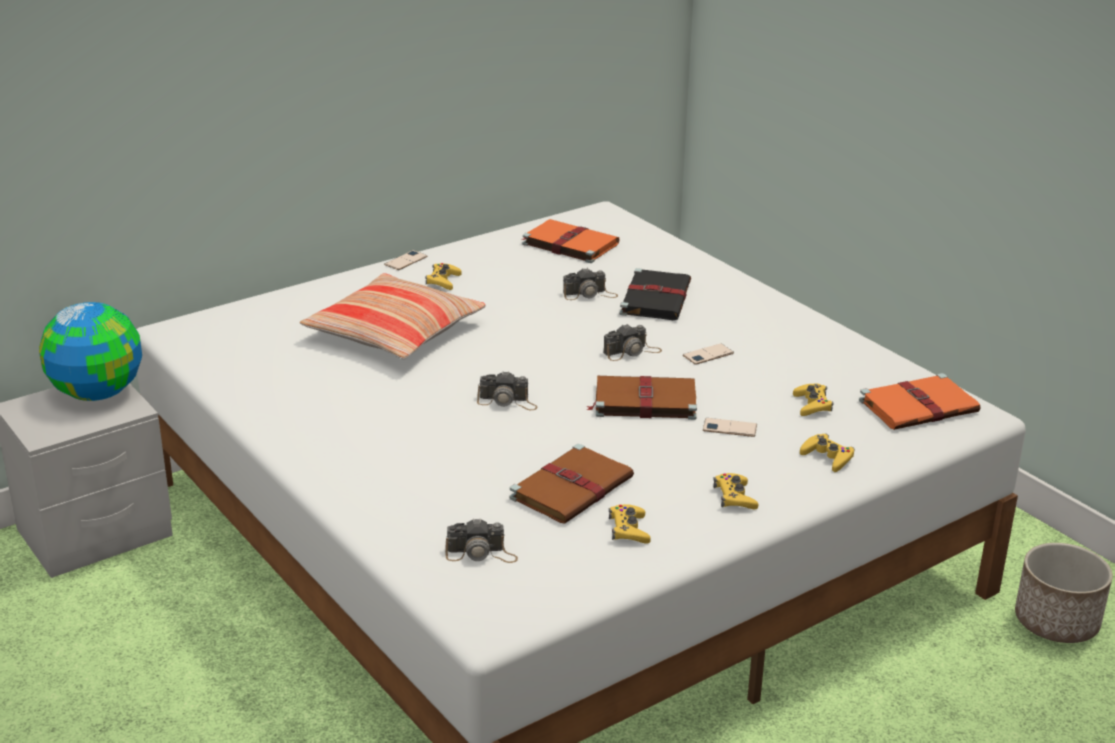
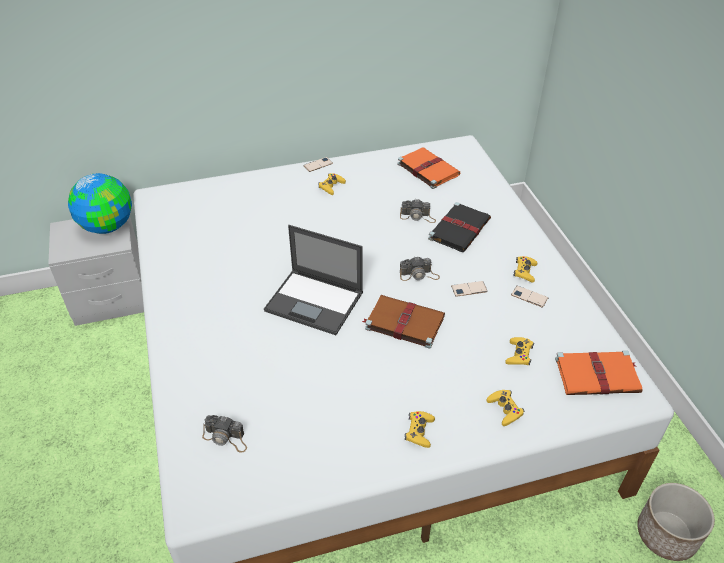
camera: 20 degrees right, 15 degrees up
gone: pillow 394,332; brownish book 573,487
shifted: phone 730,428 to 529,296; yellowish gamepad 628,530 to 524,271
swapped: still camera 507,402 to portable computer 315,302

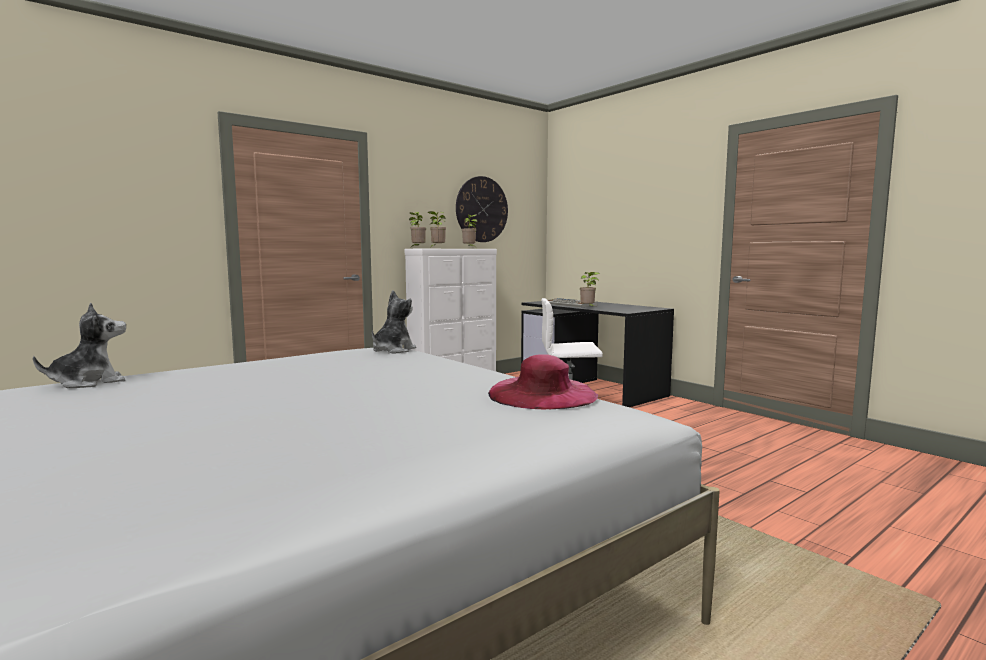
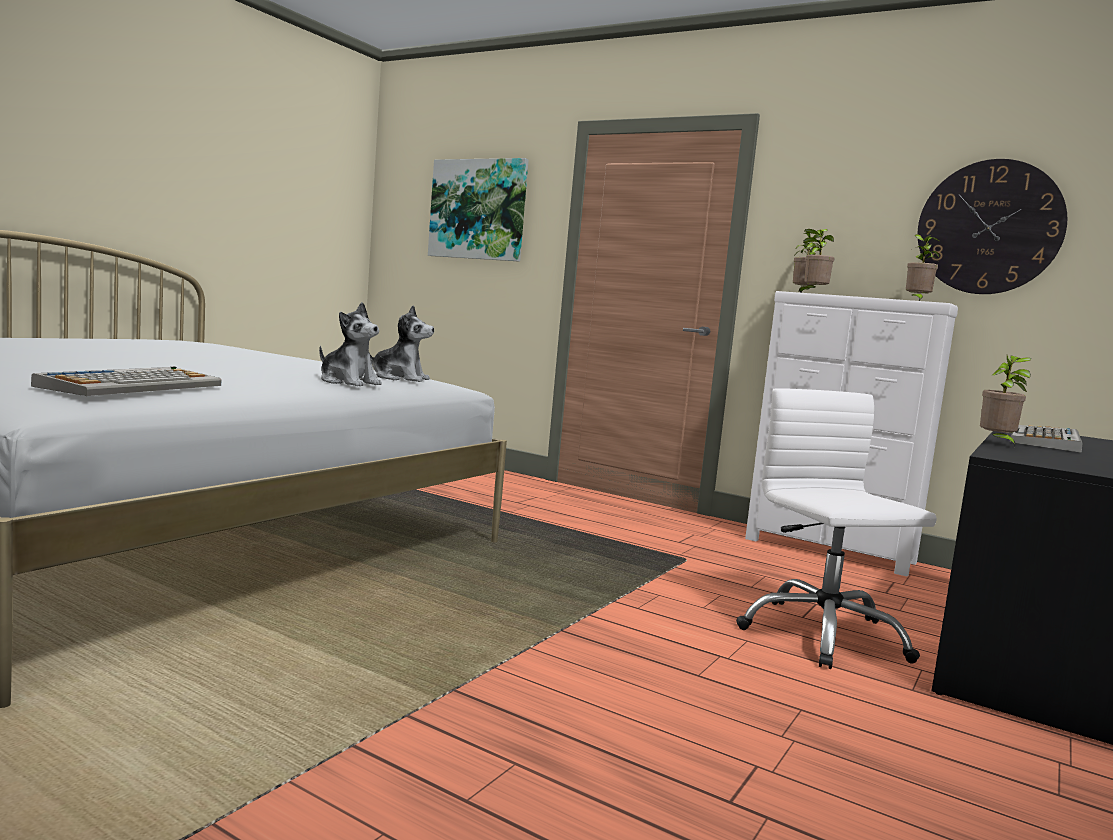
camera: 70 degrees right, 0 degrees up
new: wall picture 478,209
shifted: cuddly toy 89,383 to 348,382
swapped: pinkish hat 542,394 to PC keyboard 133,385

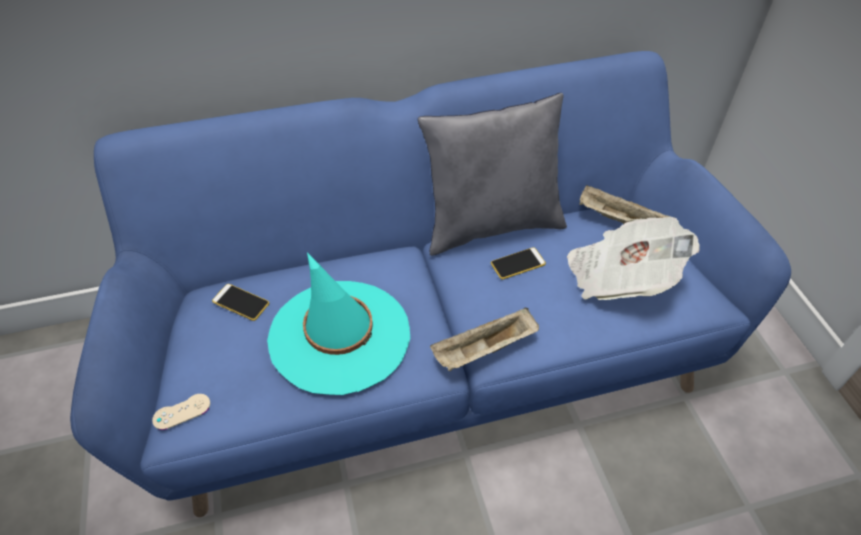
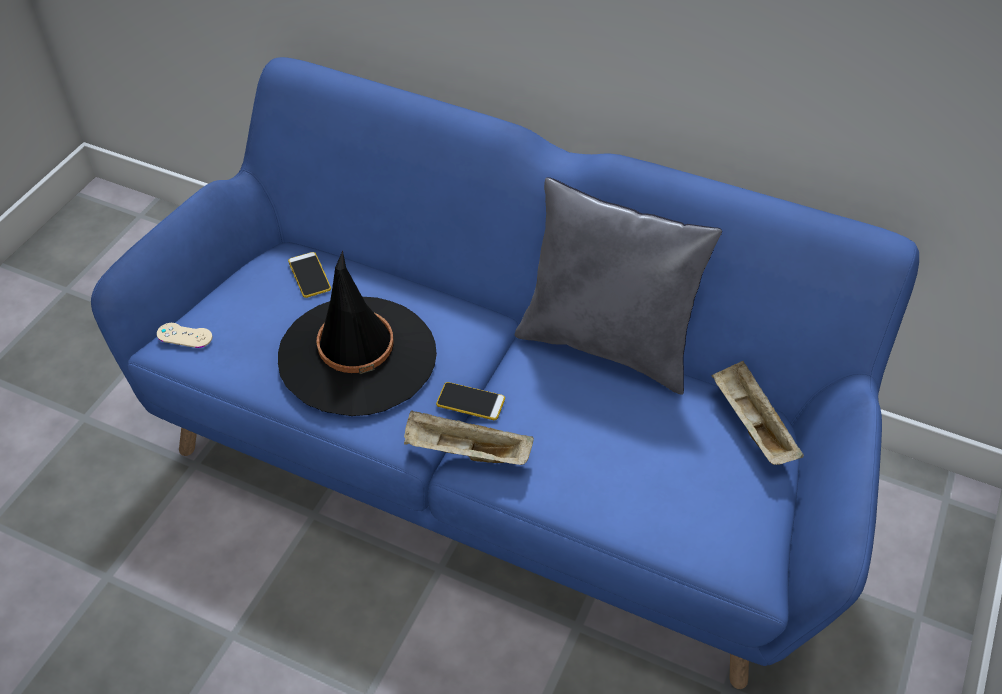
camera: 40 degrees right, 0 degrees up
gone: newspaper 620,277
shifted: phone 518,264 to 470,401
repainted: blue-green hat 340,335 to black hat 357,355

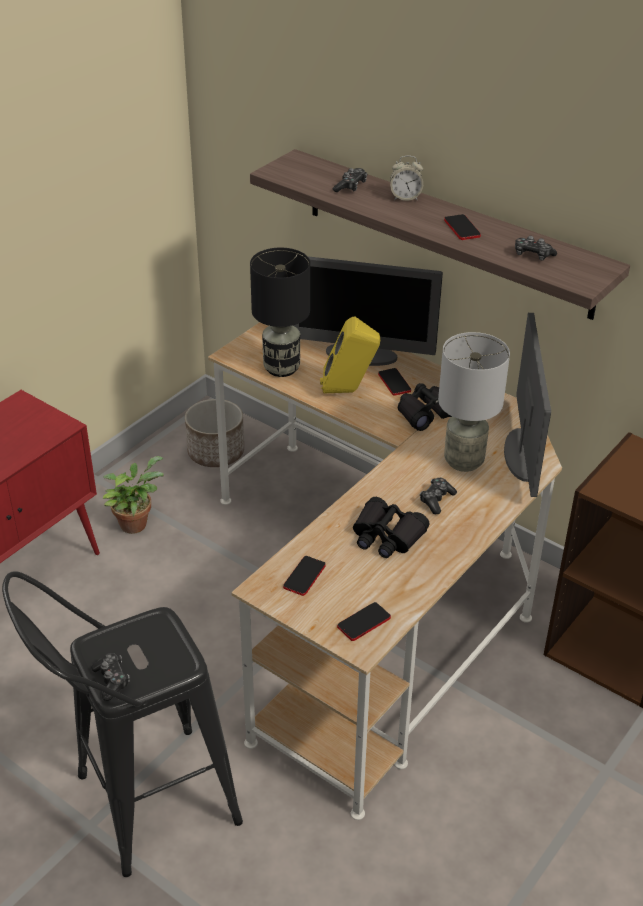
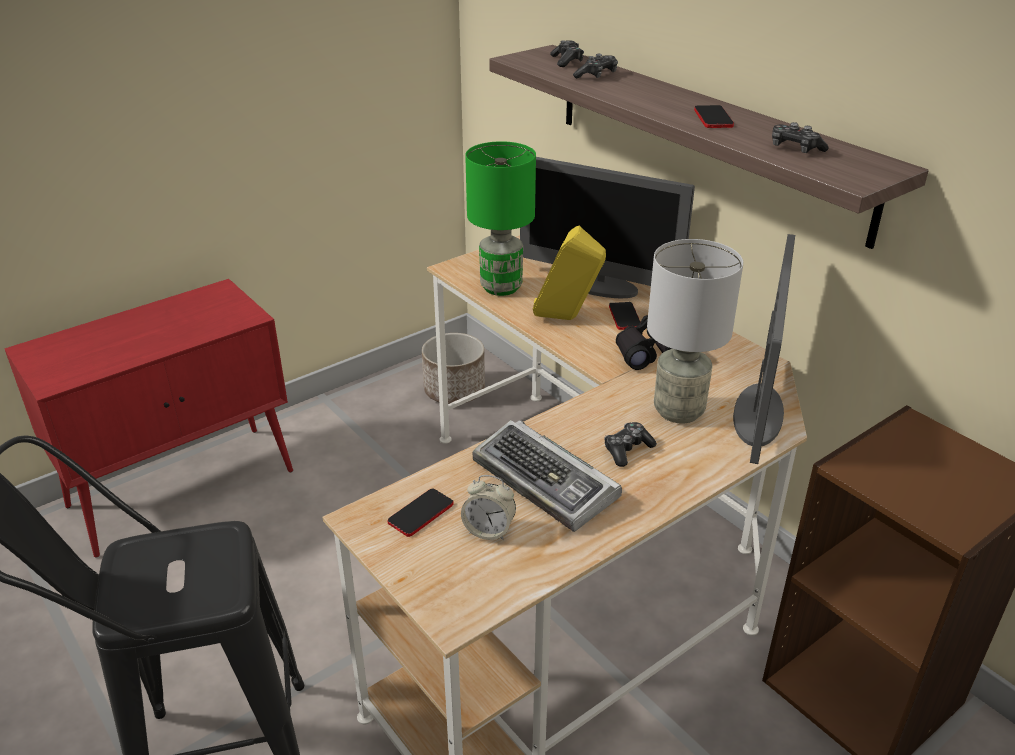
camera: 15 degrees right, 5 degrees down
gone: houseplant 135,522; phone 364,622
shifted: alarm clock 405,198 to 489,530; gamepad 112,680 to 567,61
swapped: black binoculars 386,536 to PC keyboard 546,482
repainted: black table lamp 282,368 to green table lamp 502,287

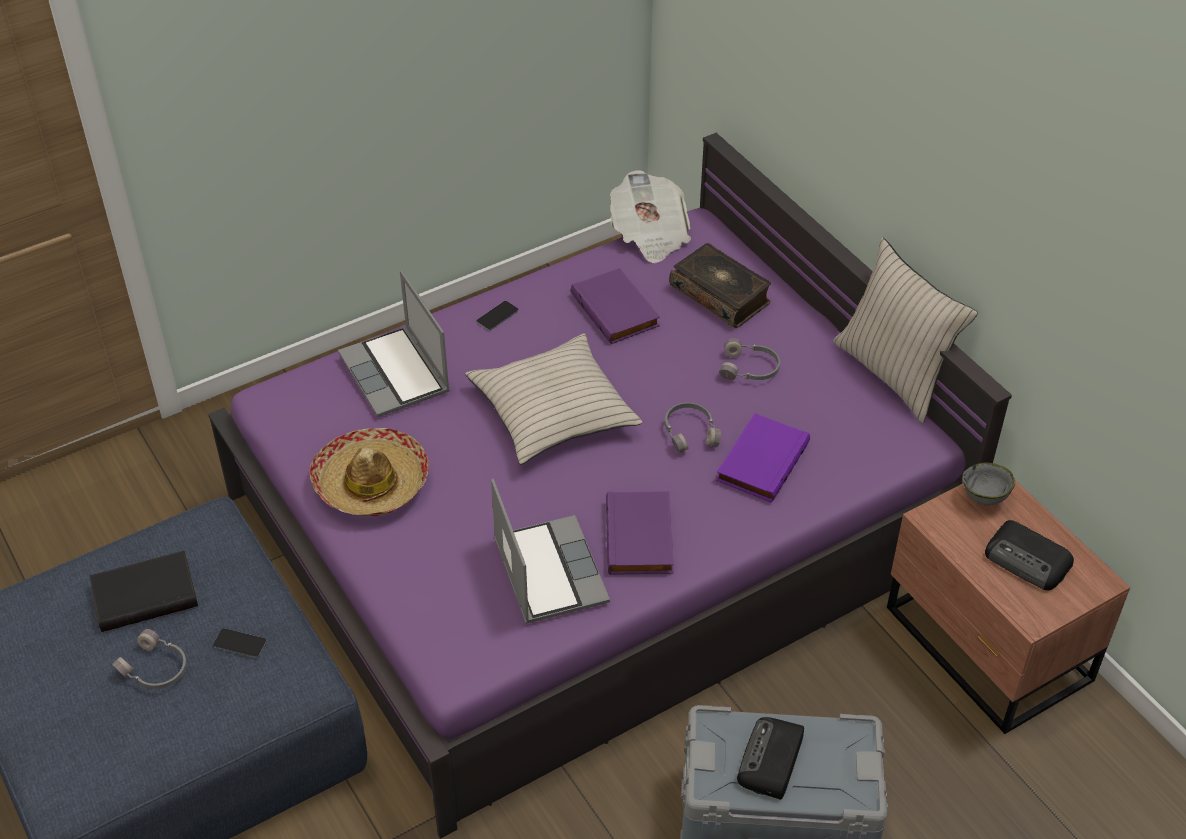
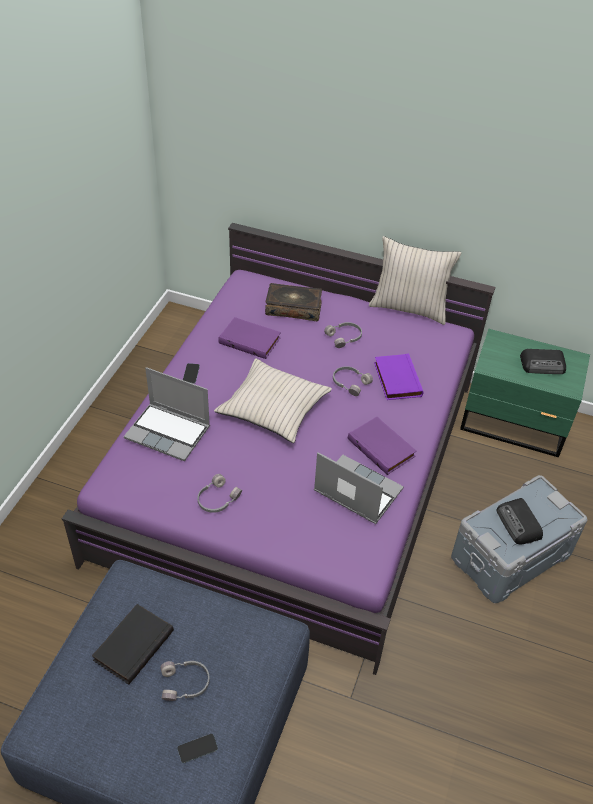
camera: 40 degrees left, 0 degrees up
gone: newspaper 650,235; greyish deep dish 984,499
shifted: phone 240,643 to 197,748
swapped: hat 371,483 to greyish headset 217,499
repainted: brownish nightstand 987,648 to green nightstand 515,423

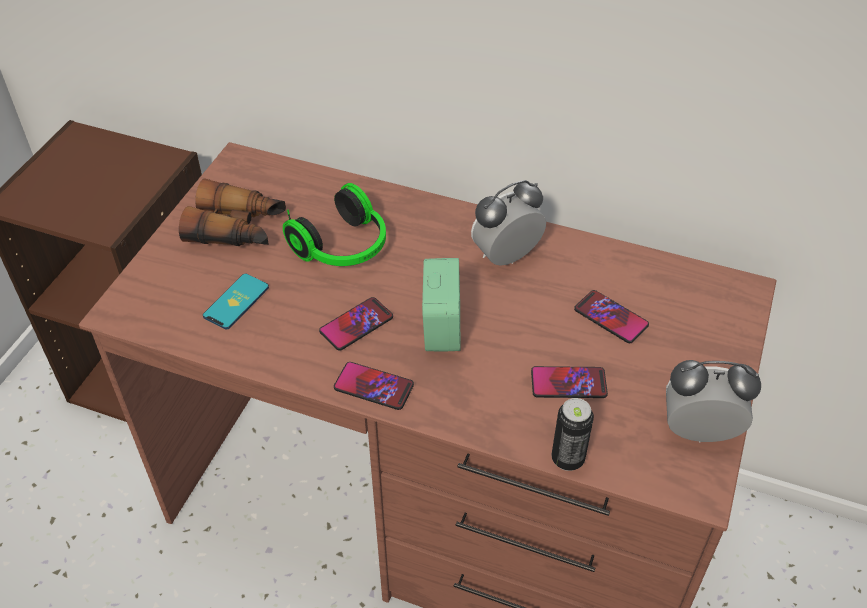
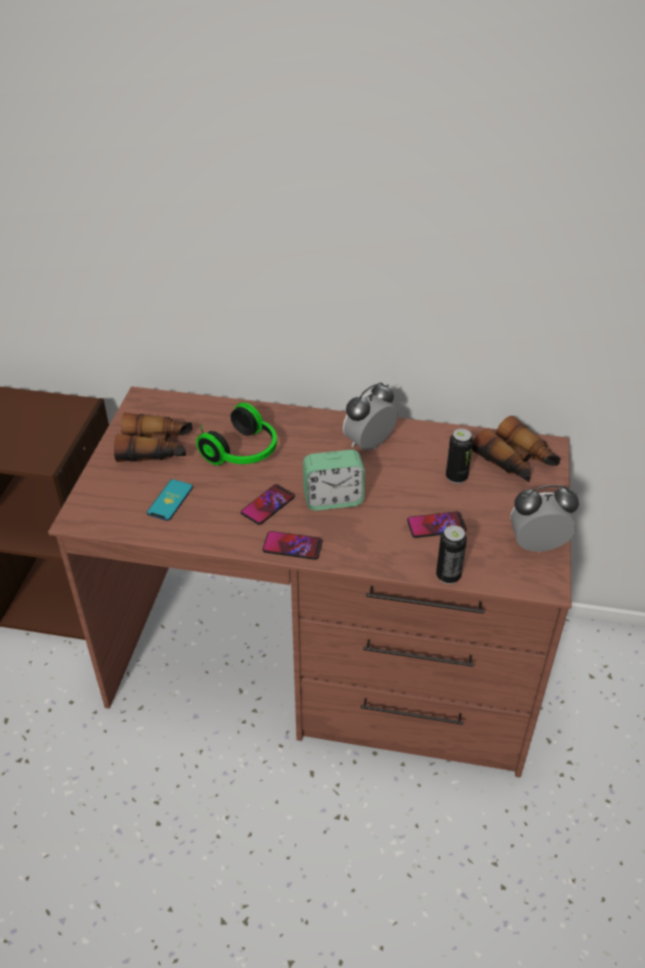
camera: 10 degrees left, 5 degrees down
new: binoculars 516,462
swapped: phone 611,317 to sealed can 456,477
rotated: alarm clock 441,328 = 333,499 90 degrees clockwise

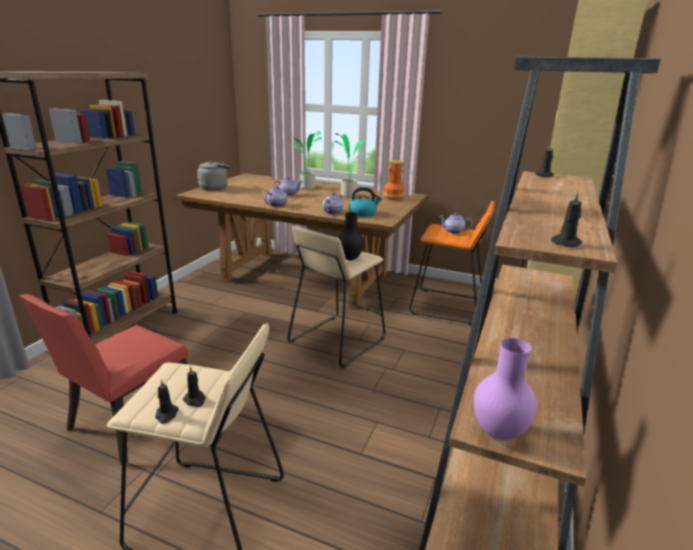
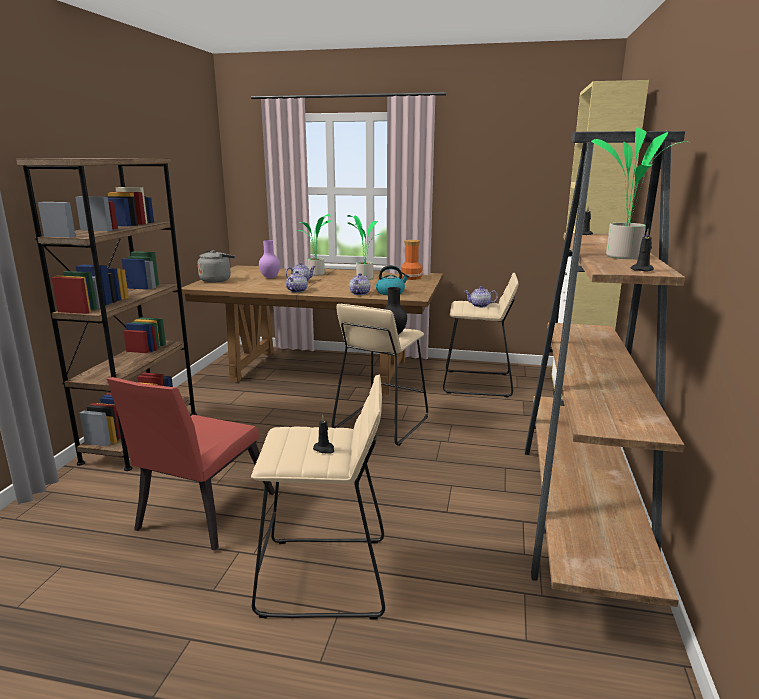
camera: 10 degrees left, 5 degrees down
gone: black wax light 166,415
new: houseplant 625,256
shifted: purplish flower vase 497,432 to 270,277
repainted: orangey sitting stool 446,306 to beige-coloured sitting stool 477,383

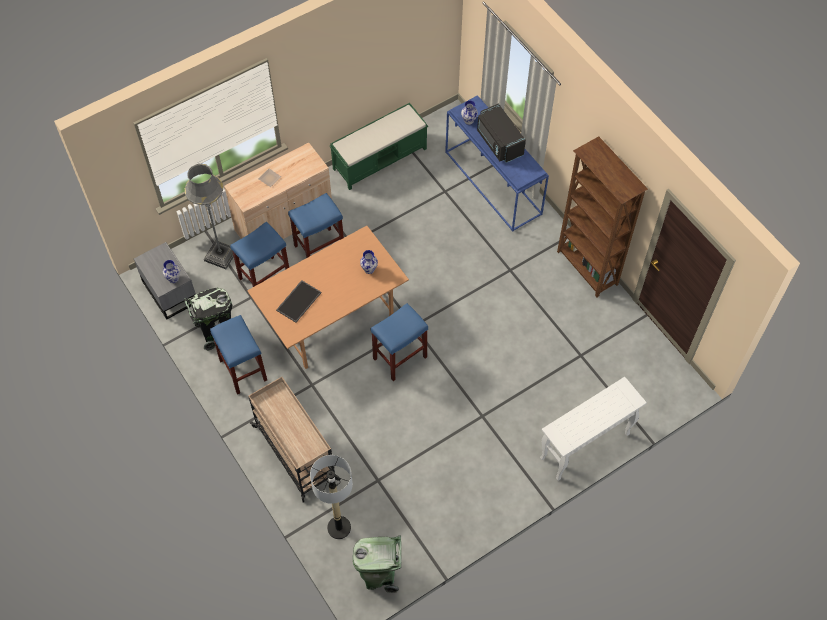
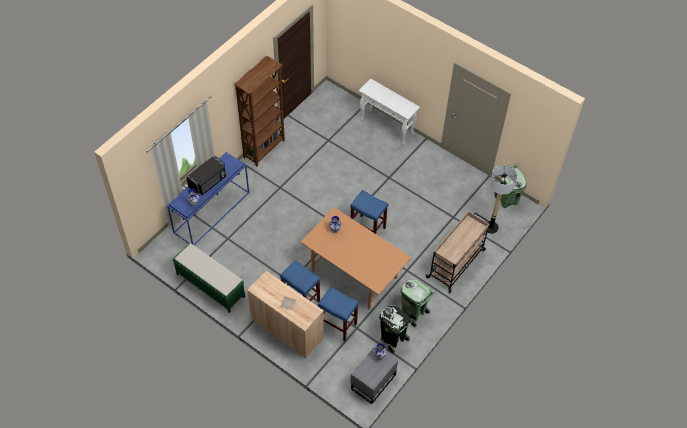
camera: 110 degrees left, 5 degrees down
gone: greyish floor lamp 221,255; tray 298,301
swapped: blue sitting stool 242,370 to green rubbish bin 413,313

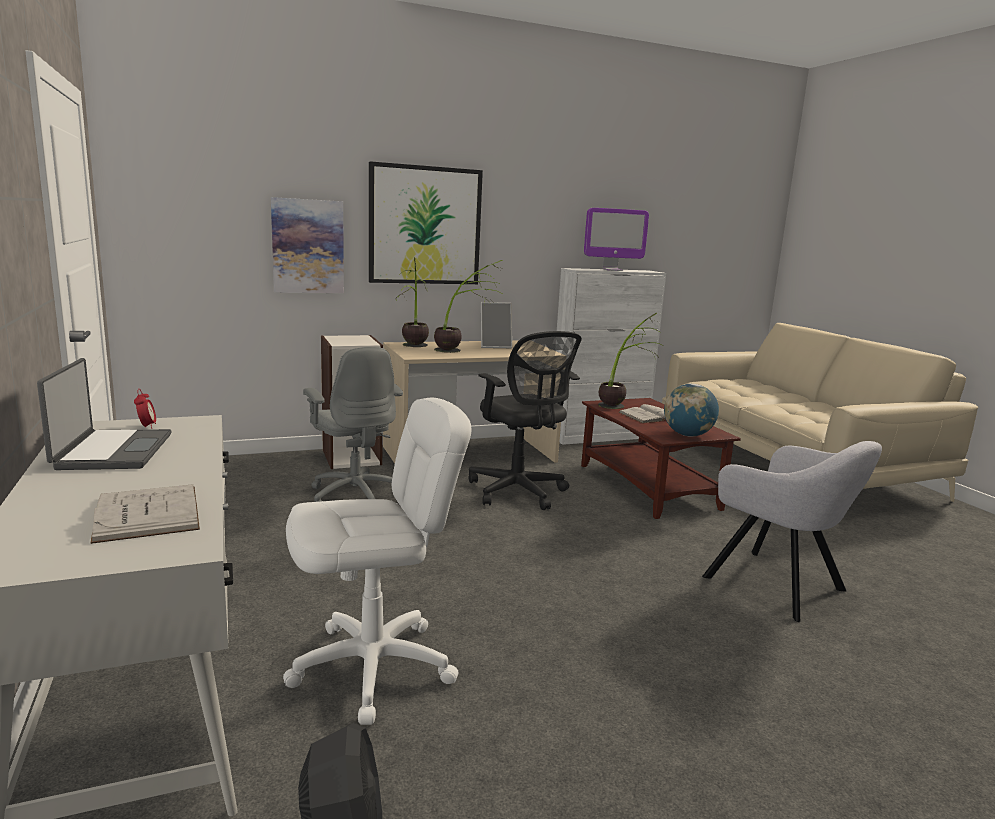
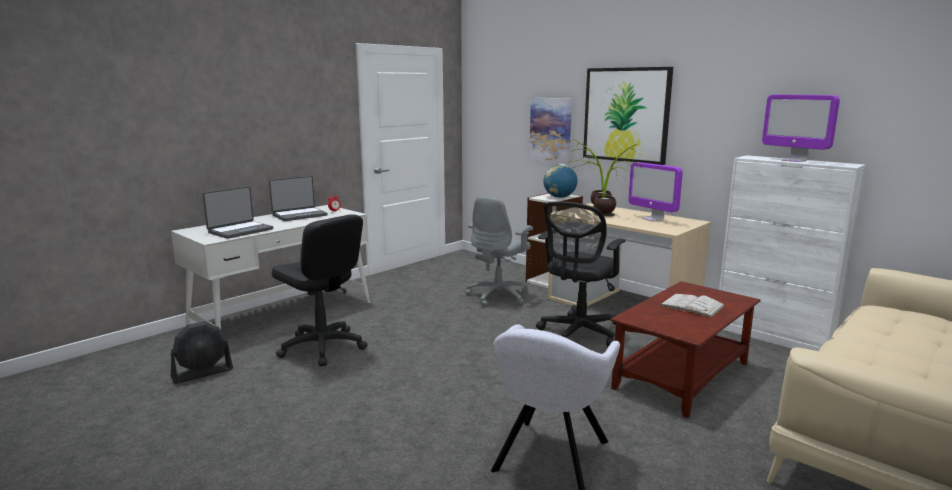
camera: 65 degrees right, 0 degrees up
gone: houseplant 623,404
shifted: desk globe 688,435 to 559,197
swapped: photo frame 495,346 to computer display 652,219; whitish book 147,513 to portable computer 240,231
repainted: whitish office chair 373,667 to black office chair 322,347

